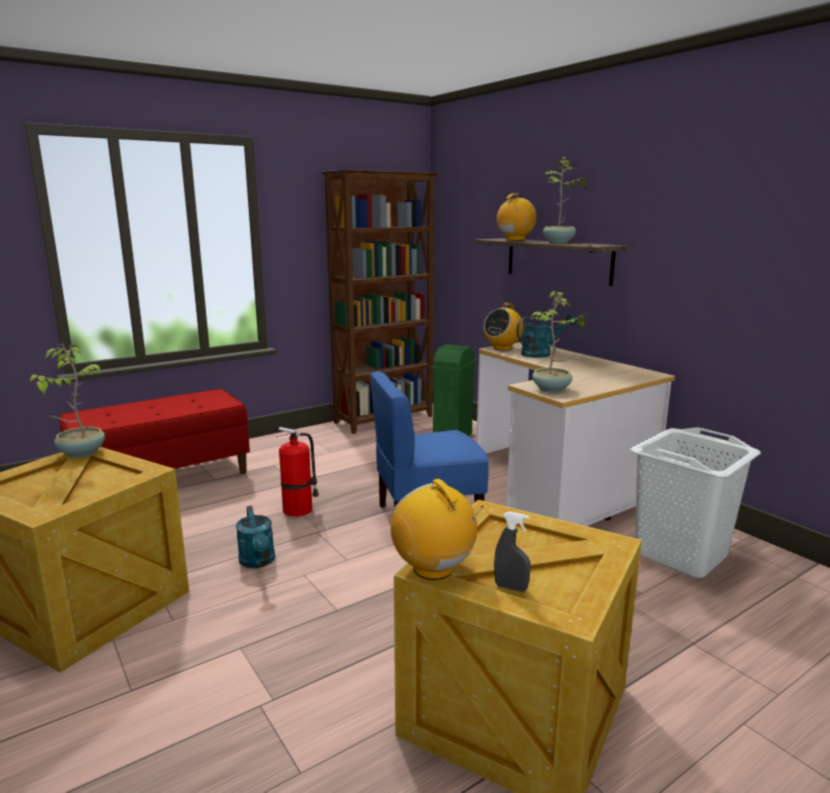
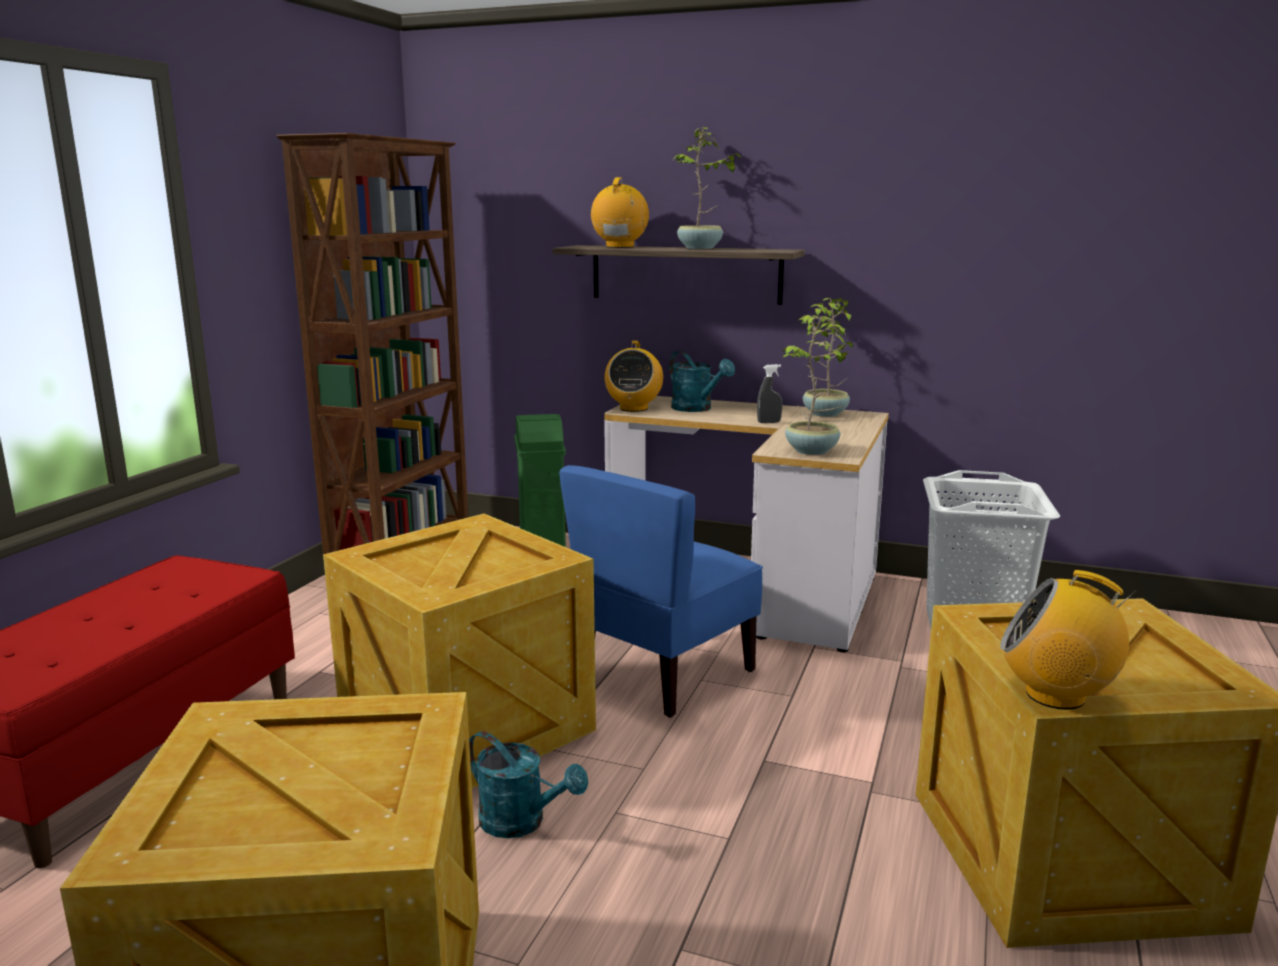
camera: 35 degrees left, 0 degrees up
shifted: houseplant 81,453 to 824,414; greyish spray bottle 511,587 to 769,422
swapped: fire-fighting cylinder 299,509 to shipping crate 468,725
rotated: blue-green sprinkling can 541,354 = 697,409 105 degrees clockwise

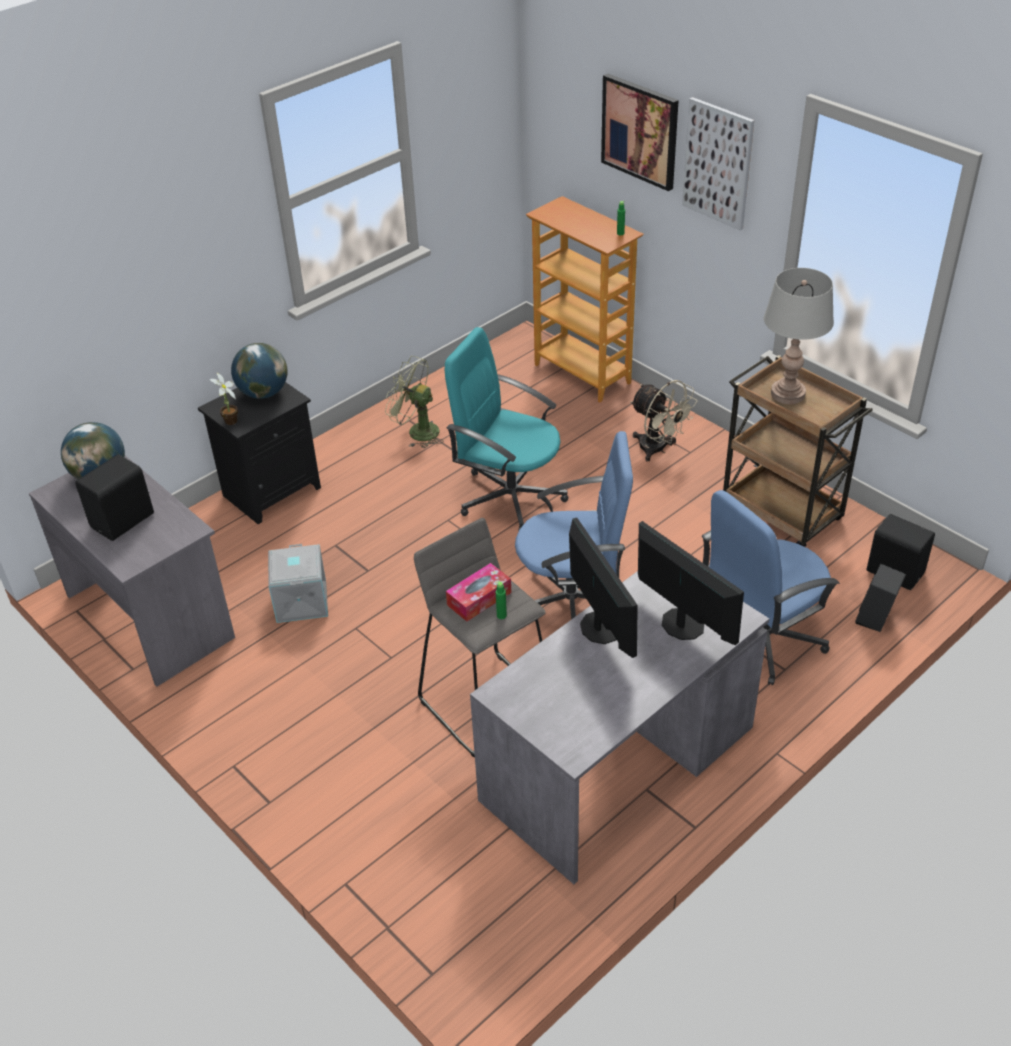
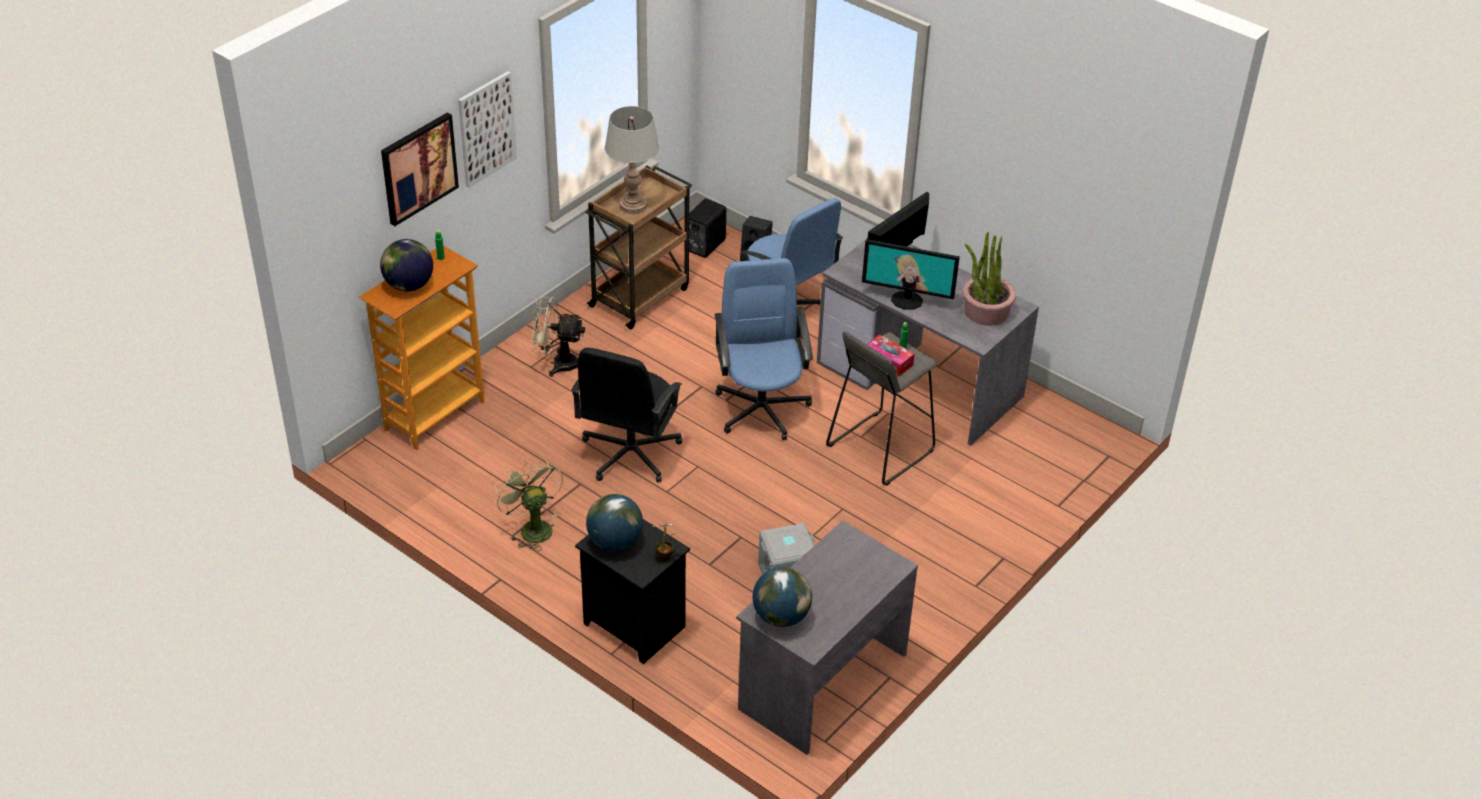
camera: 100 degrees left, 0 degrees up
gone: black speaker 124,521
new: houseplant 985,311; desk globe 408,285
repainted: blue-green office chair 510,496 to black office chair 629,453
rotated: green electric fan 417,431 = 532,527 135 degrees clockwise; beige-coloured electric fan 658,449 = 558,364 120 degrees counterclockwise; computer display 599,627 = 907,300 135 degrees counterclockwise

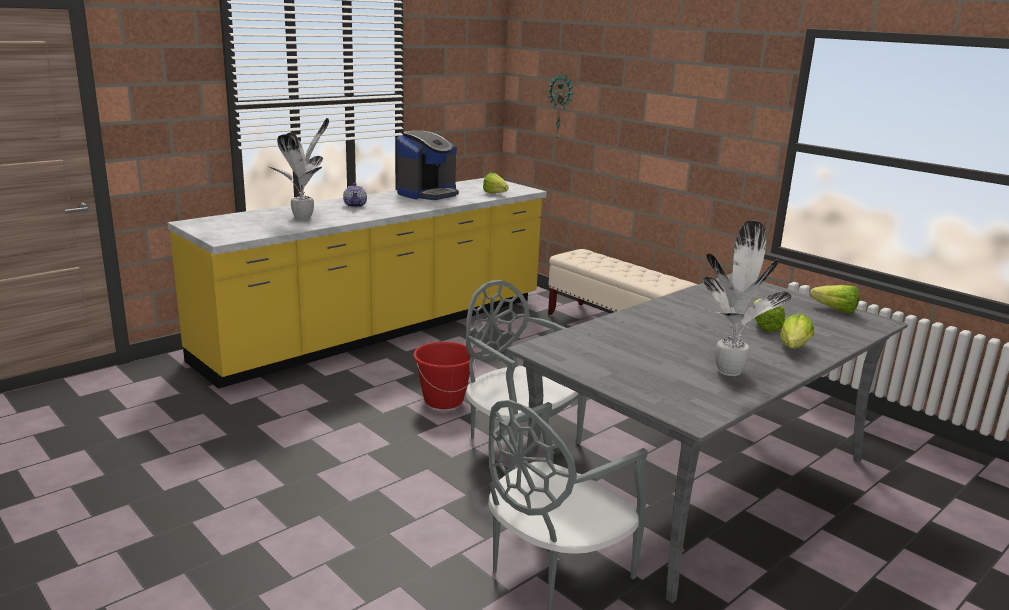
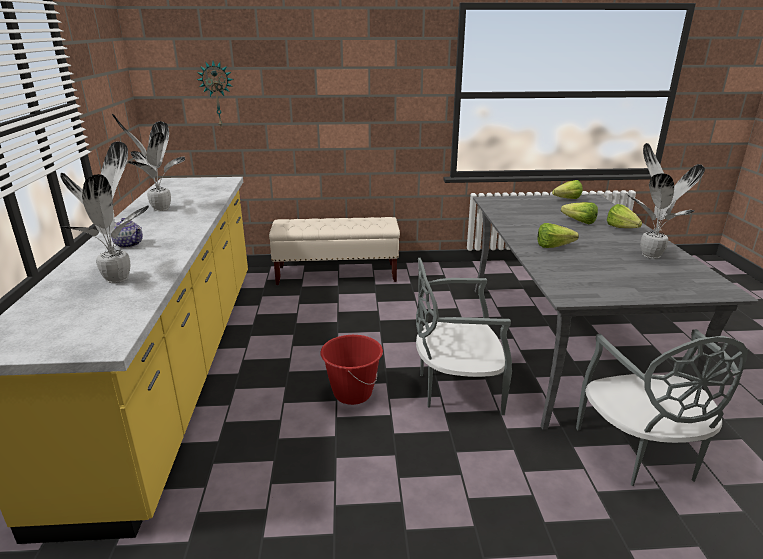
camera: 50 degrees left, 5 degrees up
shifted: lettuce head 496,194 to 557,247
swapped: coffee maker 428,193 to houseplant 159,209

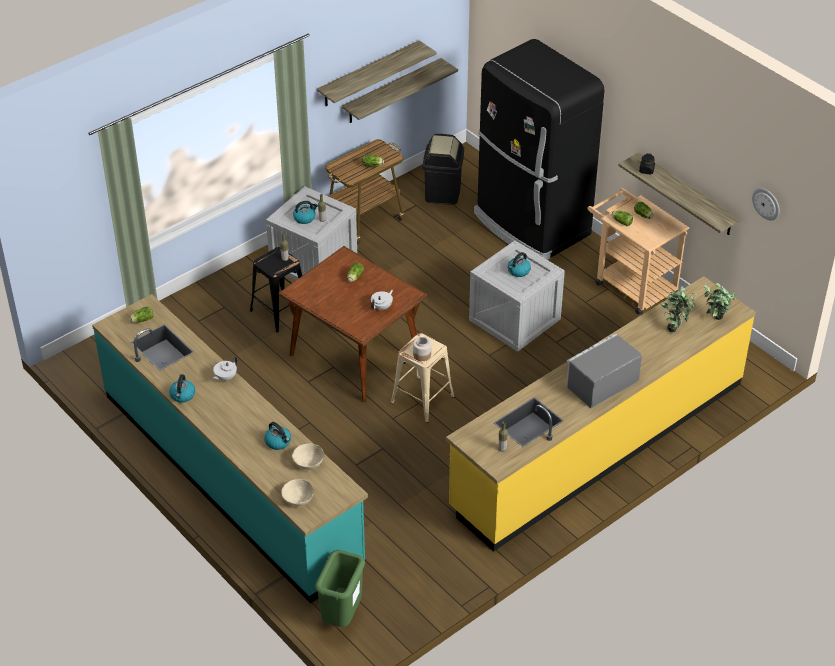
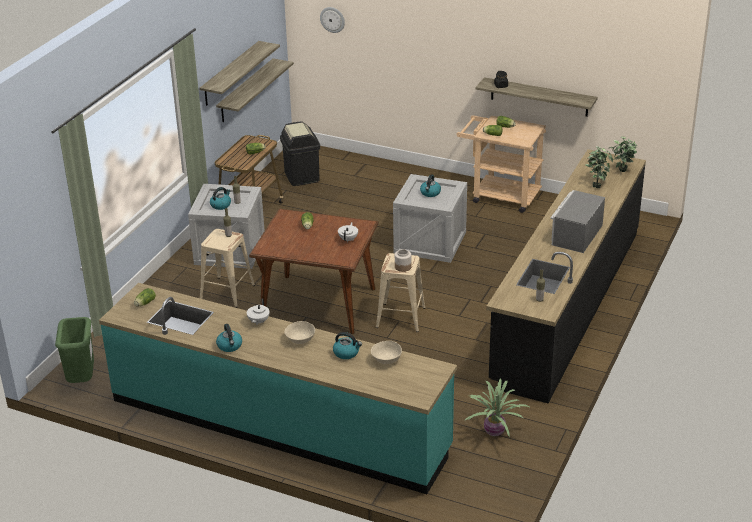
camera: 25 degrees left, 10 degrees down
gone: black fridge 531,225
new: houseplant 494,432
shifted: wall clock 766,203 to 332,19; beige-coloured deep dish 298,499 to 300,339; green rubbish bin 341,616 to 81,380
repainted: black sitting stool 279,311 to beige-coloured sitting stool 227,292; yellowish kitchen counter 598,444 to black kitchen counter 566,304

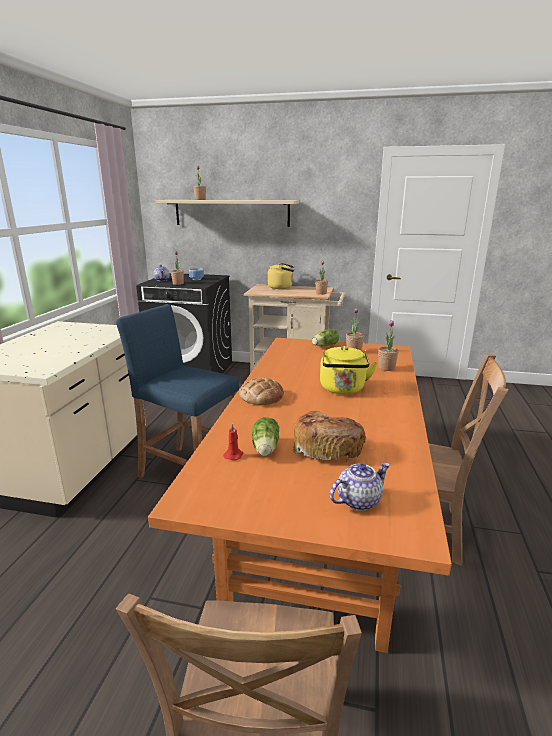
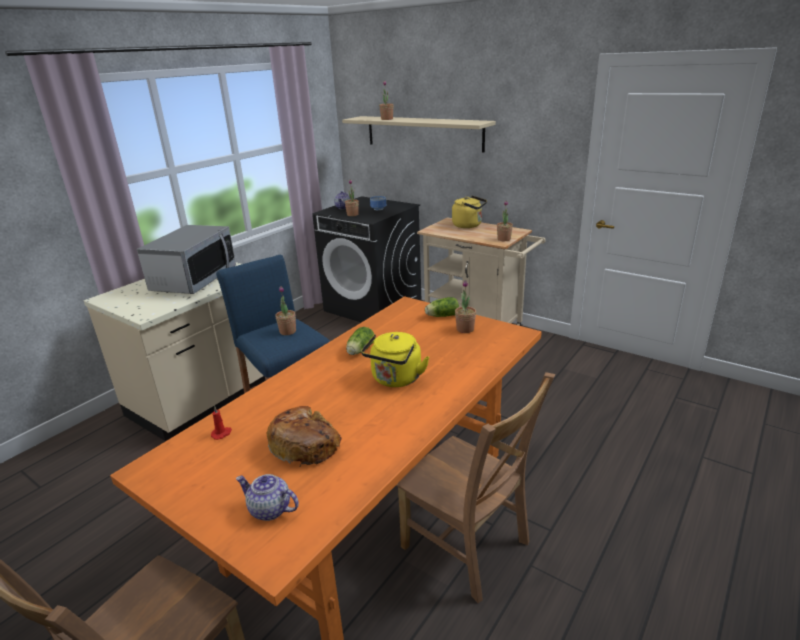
camera: 25 degrees right, 5 degrees up
gone: bakery bread 261,396
new: microwave oven 194,280
shifted: houseplant 386,368 to 288,331; lettuce head 265,449 to 359,351
rotated: tea pot 358,500 = 269,510 150 degrees counterclockwise

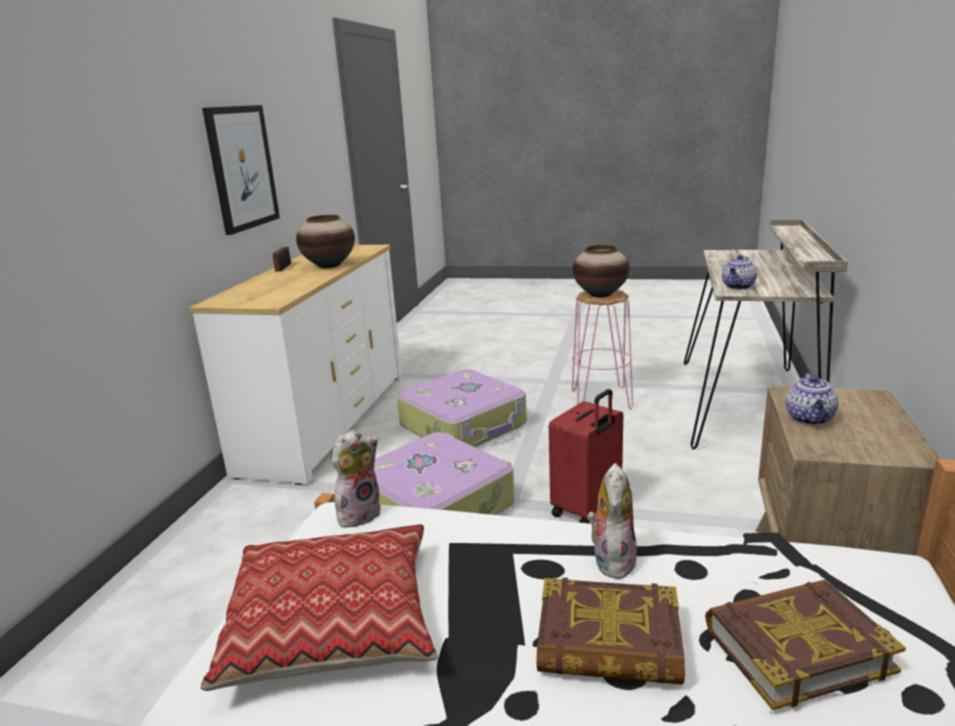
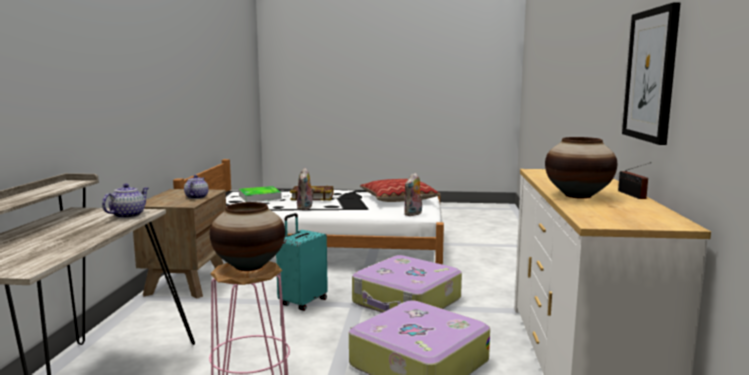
camera: 170 degrees right, 10 degrees down
swapped: book 796,648 to tray 259,197
repainted: red piece of luggage 587,510 to blue-green piece of luggage 302,302

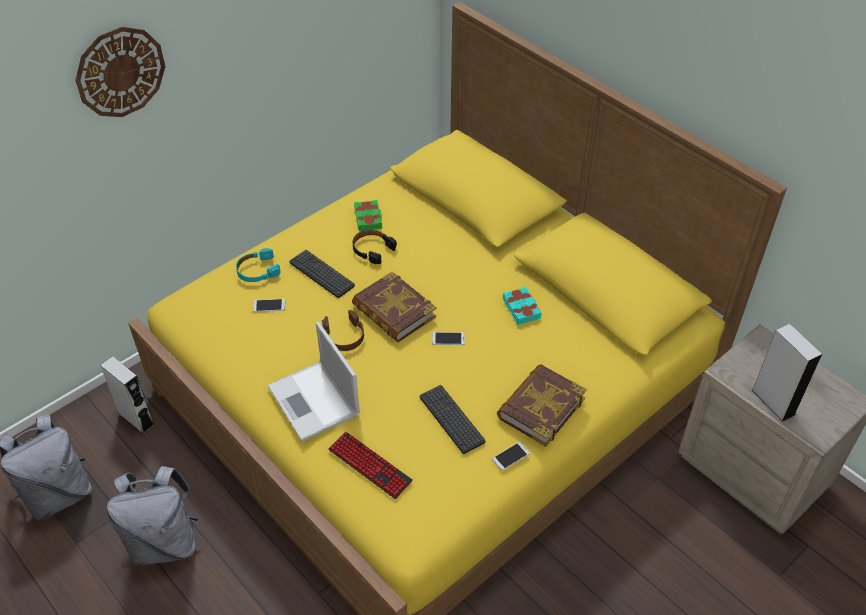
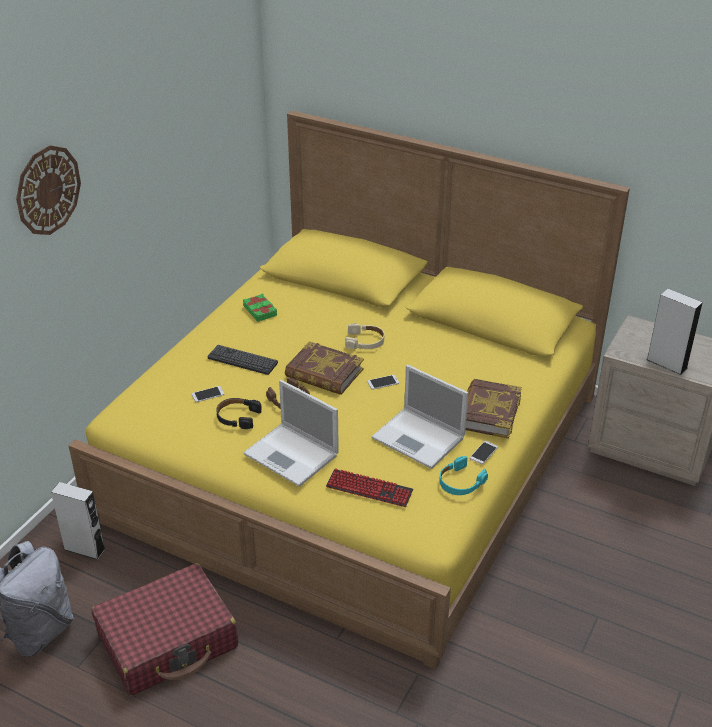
camera: 20 degrees left, 10 degrees down
gone: blue-green book 522,308
new: beige-coloured headset 365,341
shifted: black headset 372,249 to 237,417; blue-green headset 257,271 to 460,482
swapped: PC keyboard 451,419 to portable computer 420,438; greyish backpack 164,542 to red piece of luggage 168,641

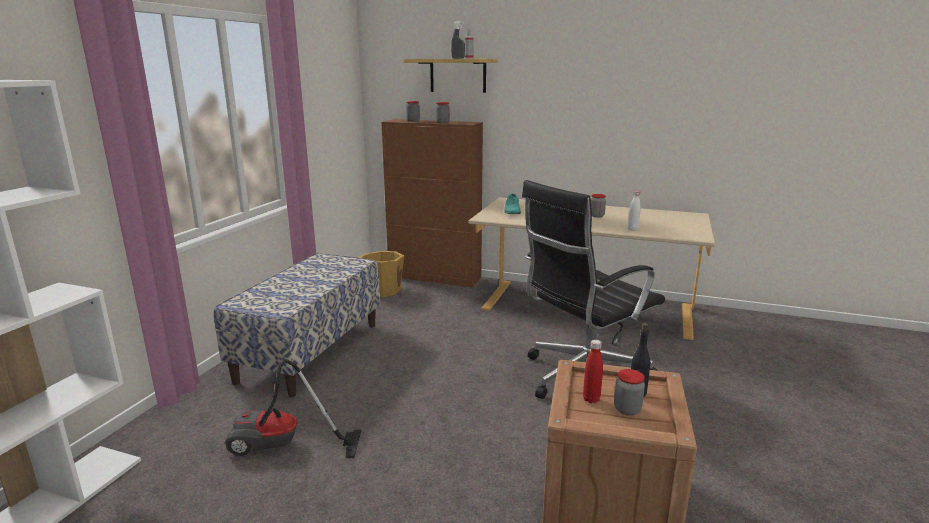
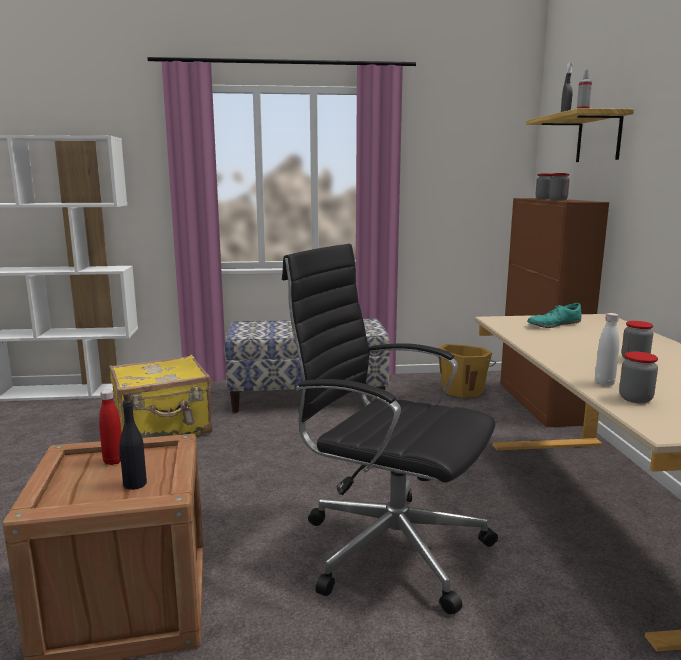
camera: 65 degrees right, 5 degrees down
shifted: storage jar 627,409 to 635,399
swapped: vacuum cleaner 282,447 to yellowish piece of luggage 164,428

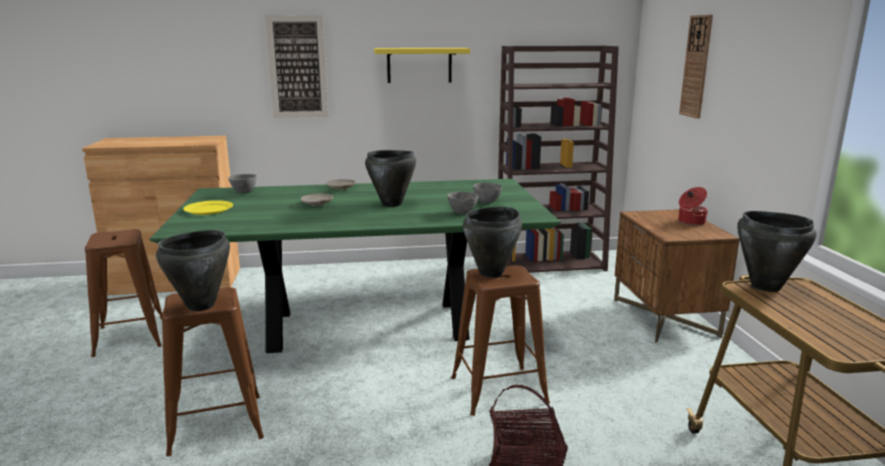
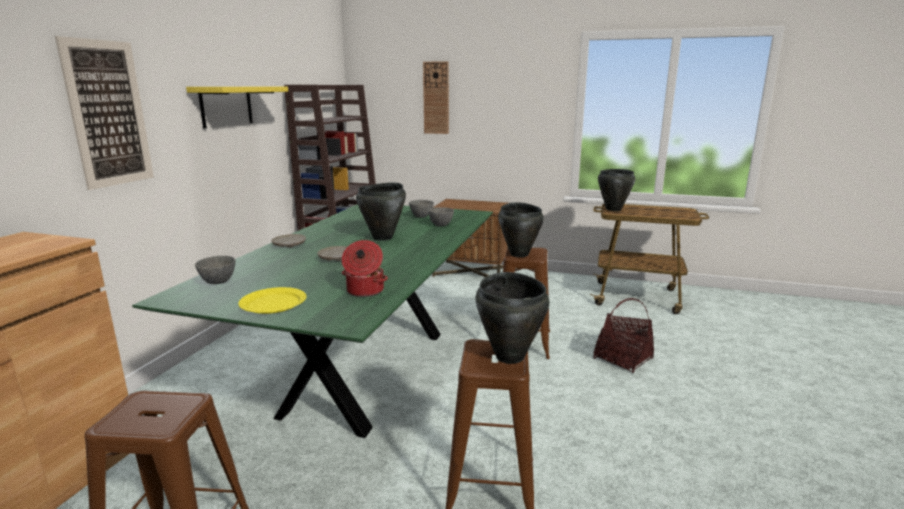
camera: 65 degrees left, 0 degrees up
shifted: cooking pot 690,222 to 364,291

